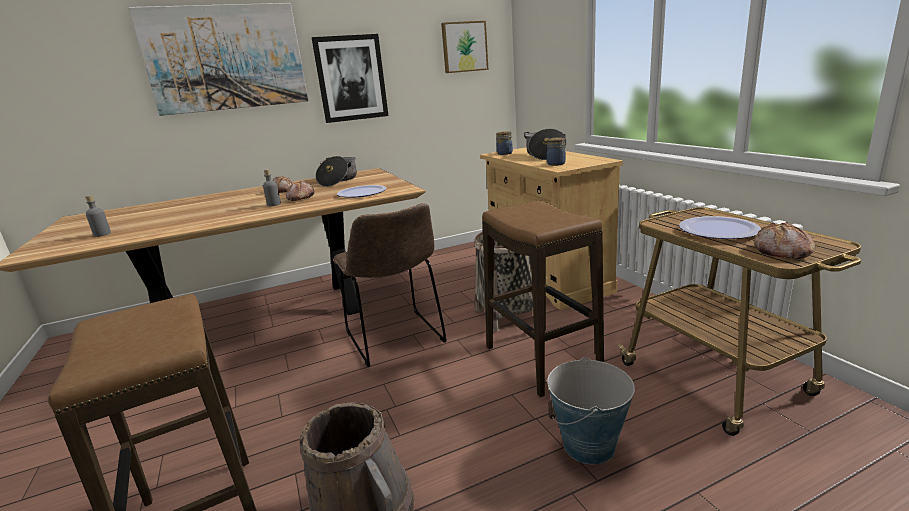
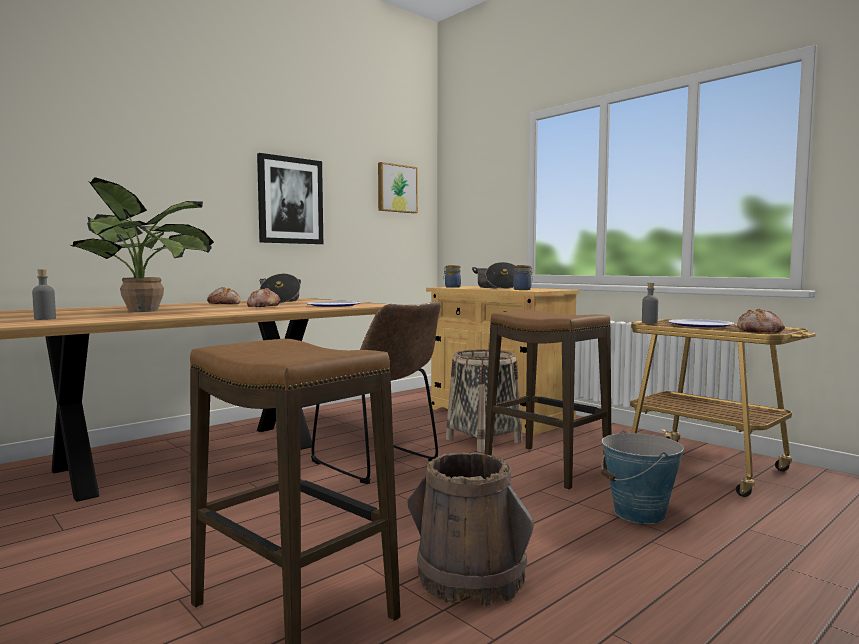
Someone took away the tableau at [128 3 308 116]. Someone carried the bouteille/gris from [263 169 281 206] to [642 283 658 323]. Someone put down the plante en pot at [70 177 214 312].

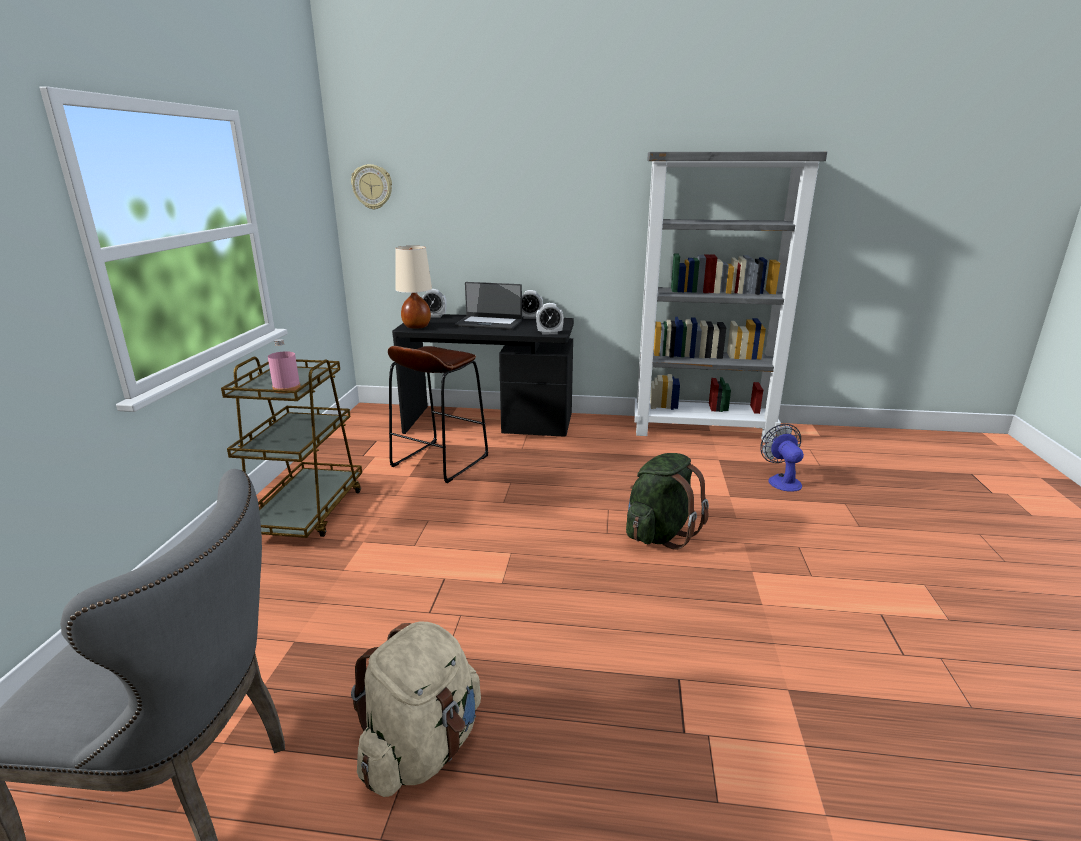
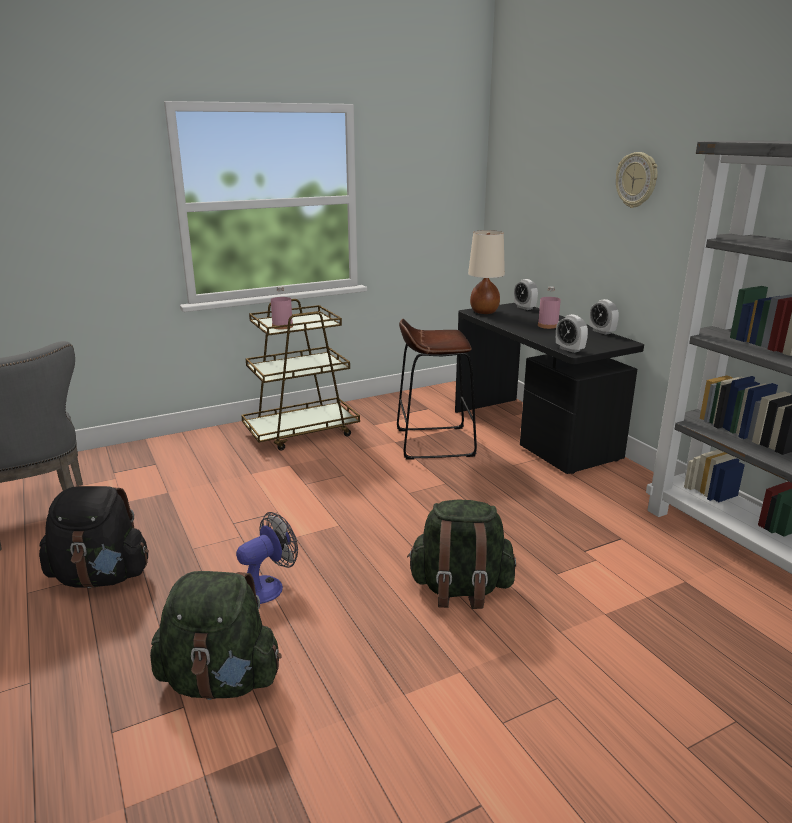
Someone carried the horloge murale from [351 164 392 210] to [616 152 658 208]. Someone swapped the ordinateur portable at [455 282 522 330] for the bouteille/rose at [538 286 561 329]. Someone carried the ventilateur from [760 424 804 492] to [236 512 298 604]. Someone repainted the sac à dos/beige at [351 621 481 797], which became the sac à dos/noir at [39 486 149 588]. Someone put down the sac à dos/vert at [150 571 282 700].

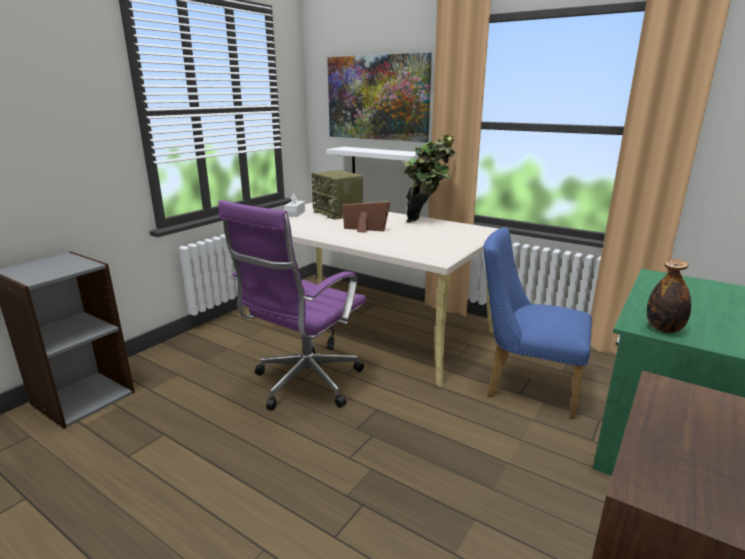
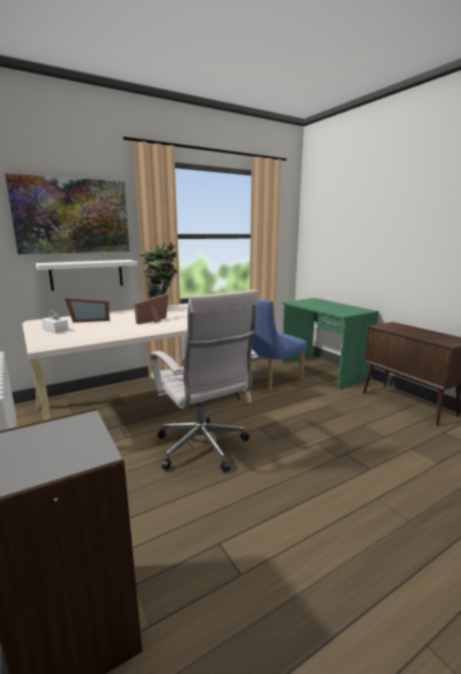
Someone swapped the radio at [312 170 363 220] for the cadre photo at [65 297 110 323]. Someone repainted the chaise de bureau/violet at [218 200 367 410], which became the chaise de bureau/blanc at [150 289 259 472]. Someone took away the bouteille at [647 259 691 333].

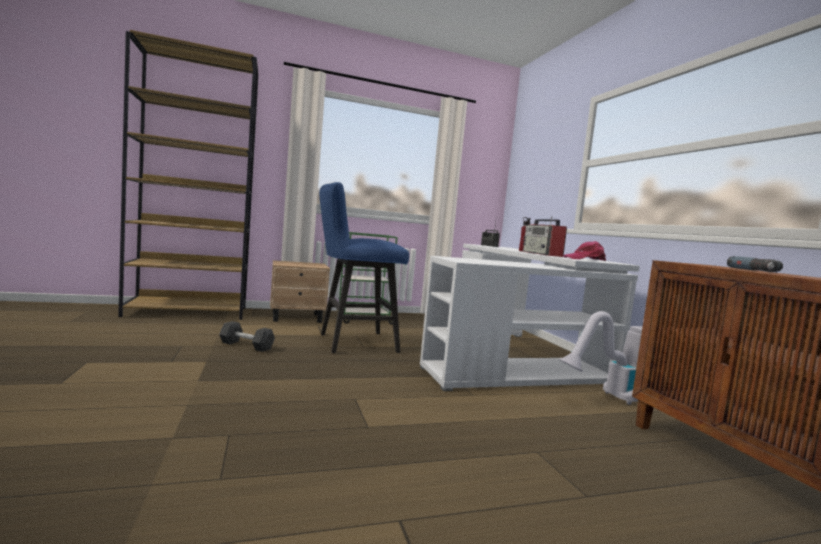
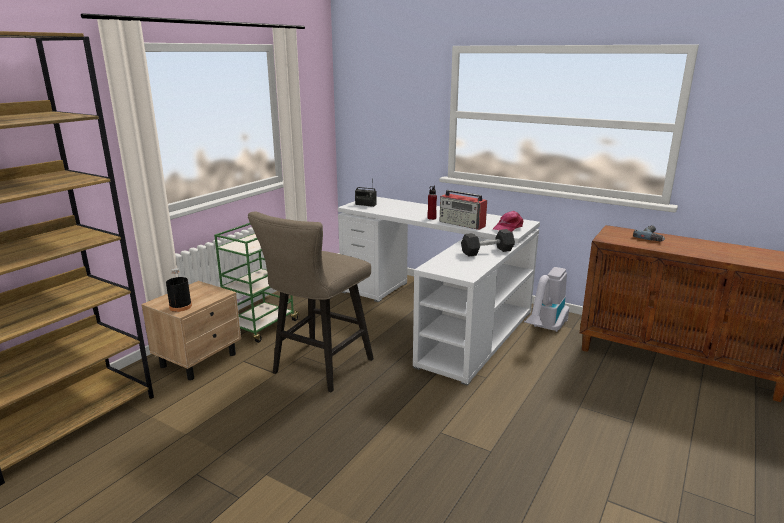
Someone repainted the tabouret/bleu at [319 182 409 353], which became the tabouret/beige at [248 211 374 392]. Someone carried the haltère/gris from [219 321 275 352] to [461 229 515 257]. Someone put down the bouteille/noir at [166 268 192 312].

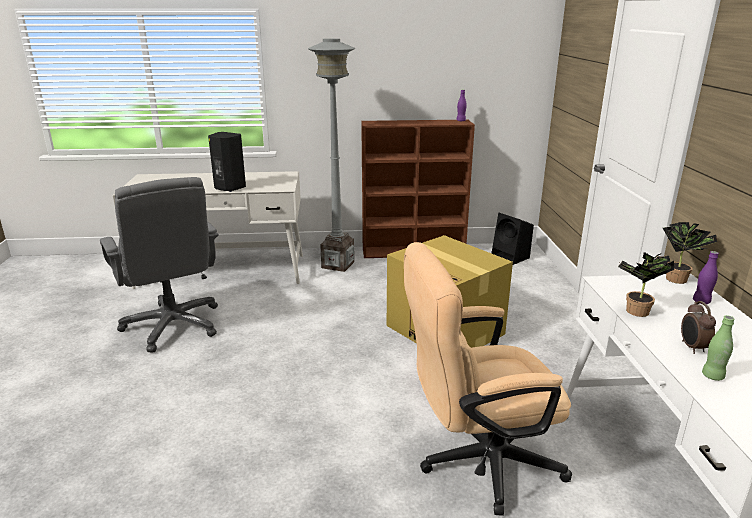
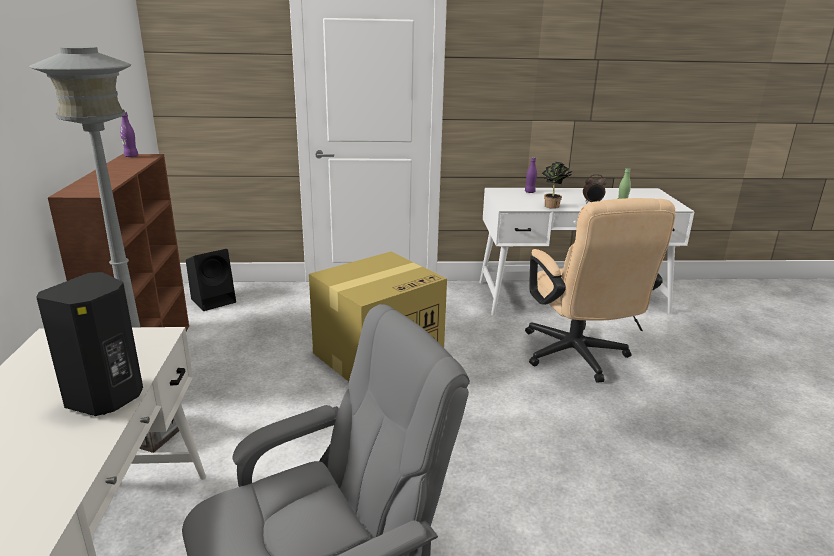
Someone took away the plante en pot at [663 222 717 284].

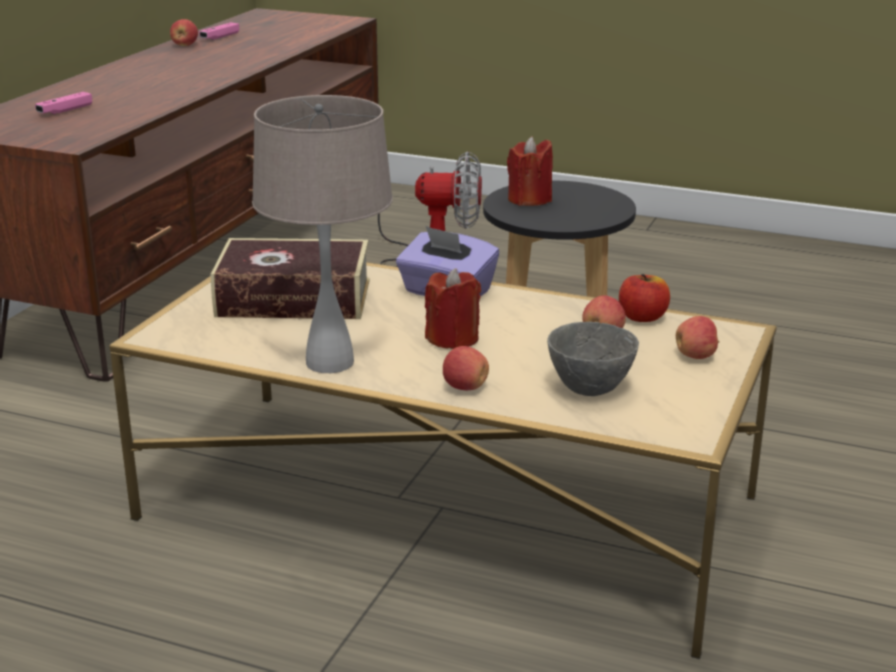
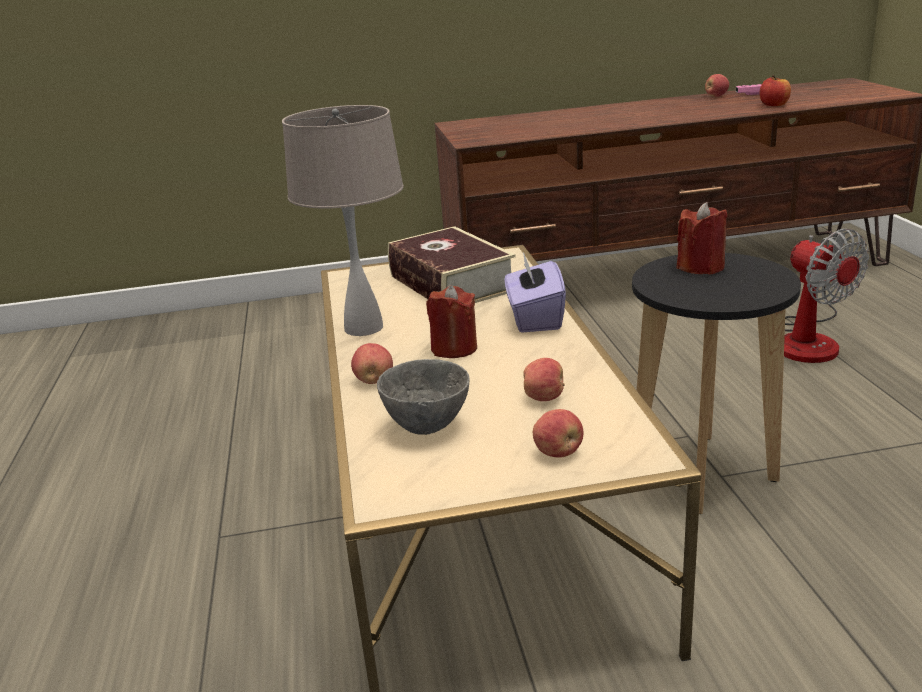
Someone took away the manette/rose at [35 92 92 114]. Someone carried the pomme from [619 274 670 322] to [760 75 791 106].

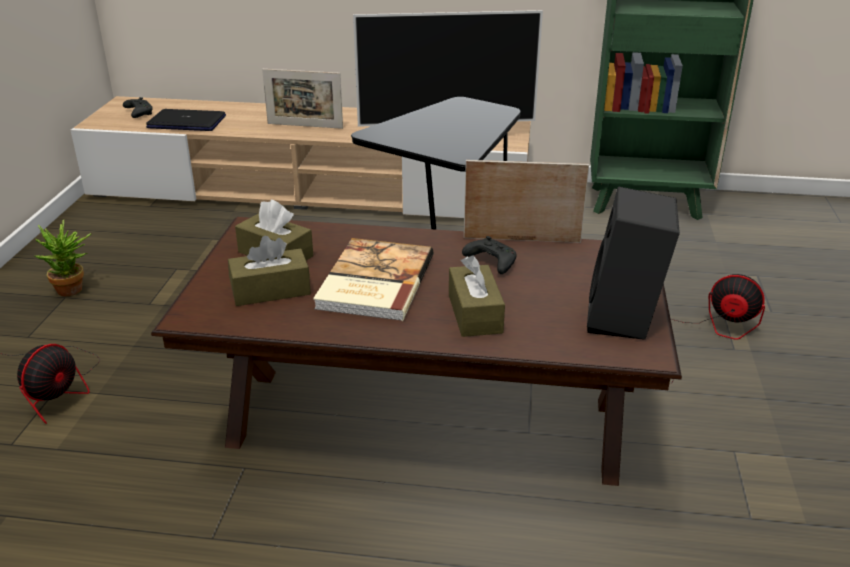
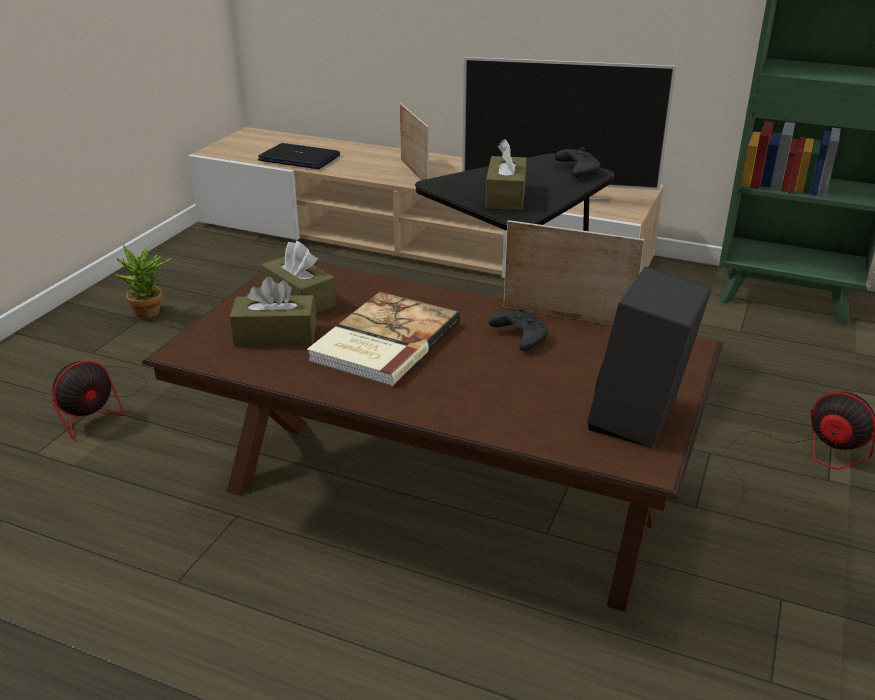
Someone rotated the cadre photo at [262 69 343 129] by 135 degrees counterclockwise. Someone carried the manette/noir from [123 97 153 118] to [555 147 600 177]. Someone carried the boîte à mouchoirs/marron from [449 255 505 337] to [485 139 527 210].

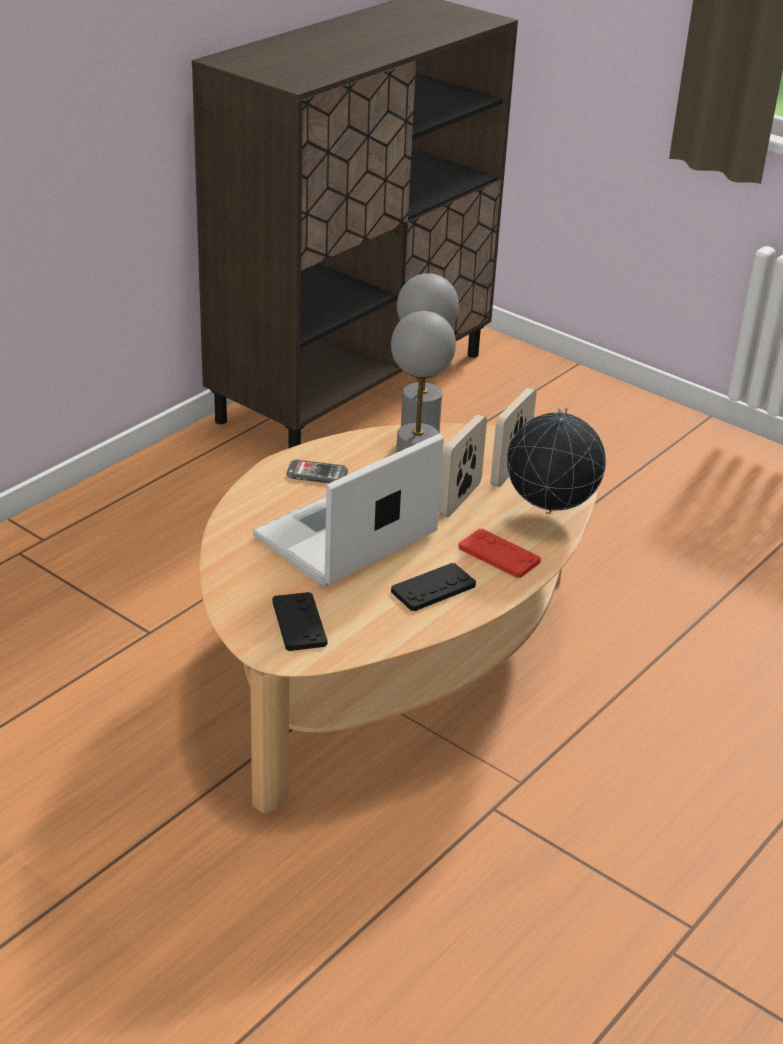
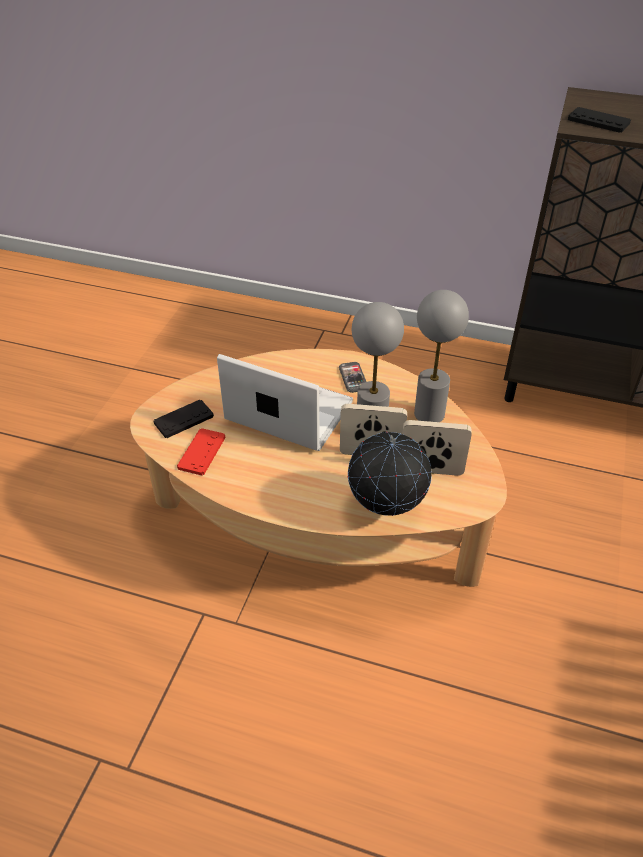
Someone carried the manette/rouge from [458 529 541 578] to [177 428 226 476]. Someone carried the manette/noir from [391 563 476 611] to [568 107 631 133].

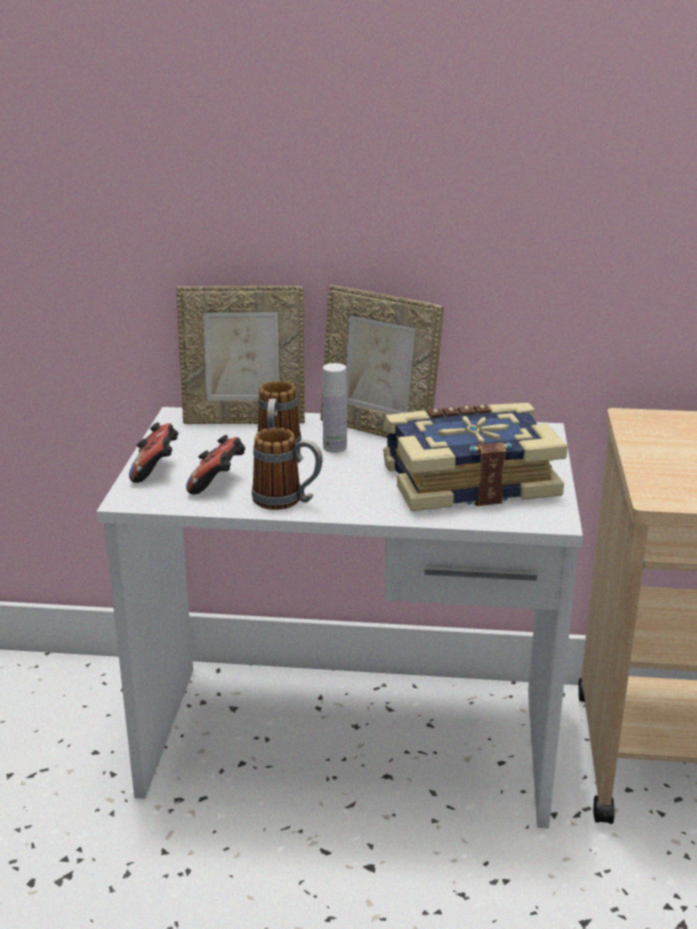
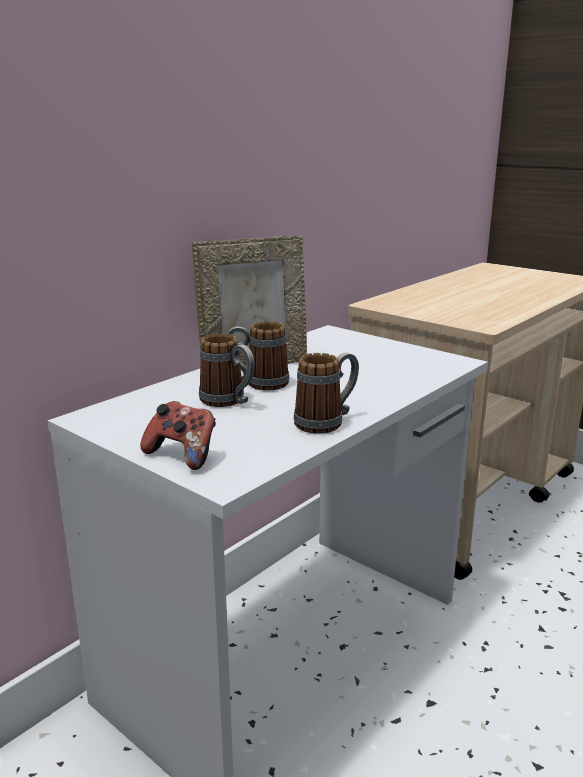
Someone took away the cadre photo at [176 286 305 424]. Someone swapped the bouteille/blanc at [322 363 347 453] for the mug at [227 321 289 391]. Someone took away the livre at [383 403 568 511]. Someone took away the manette at [186 435 246 495].

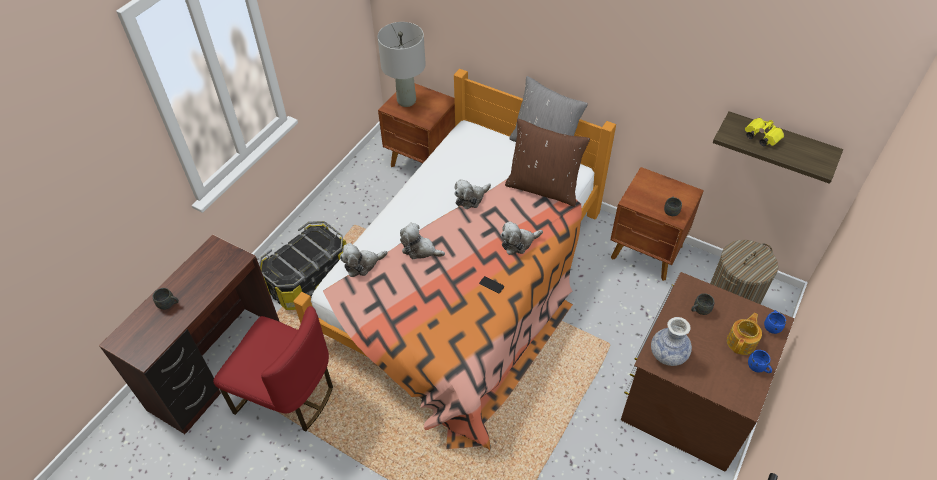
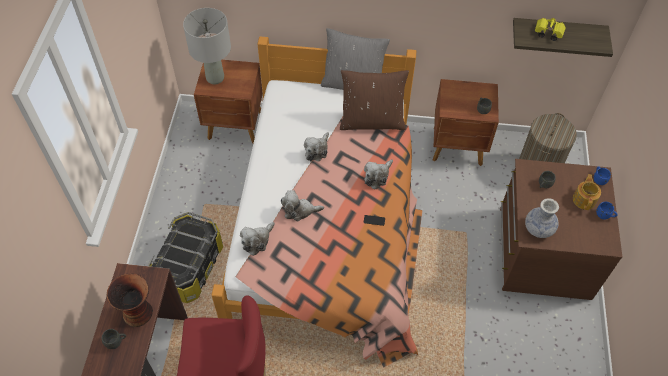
Someone put down the vase at [107 273 153 327].

